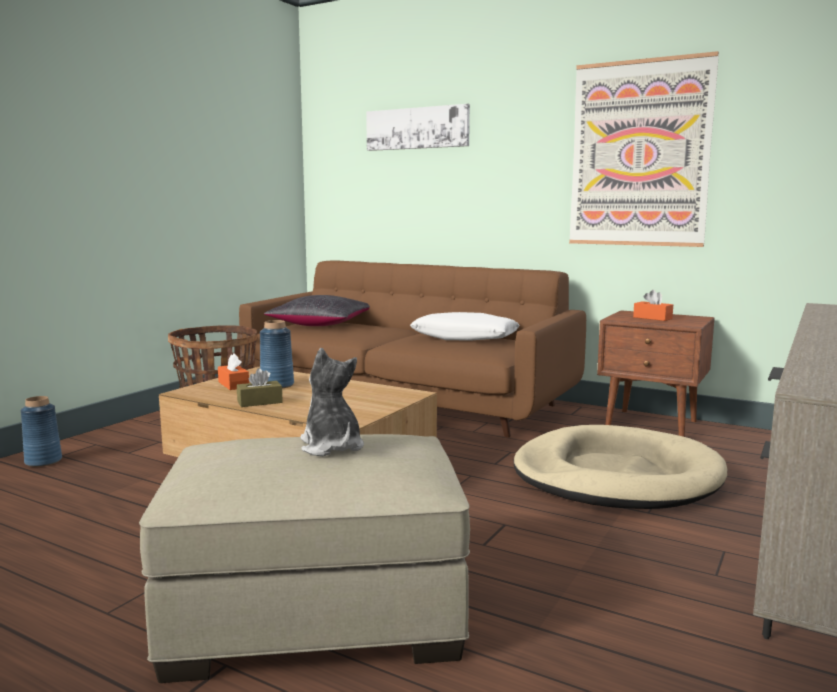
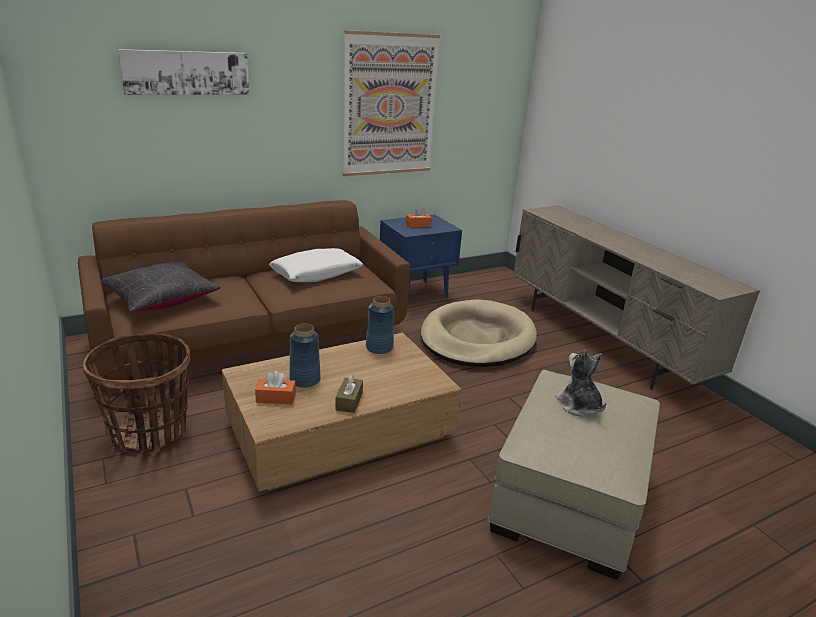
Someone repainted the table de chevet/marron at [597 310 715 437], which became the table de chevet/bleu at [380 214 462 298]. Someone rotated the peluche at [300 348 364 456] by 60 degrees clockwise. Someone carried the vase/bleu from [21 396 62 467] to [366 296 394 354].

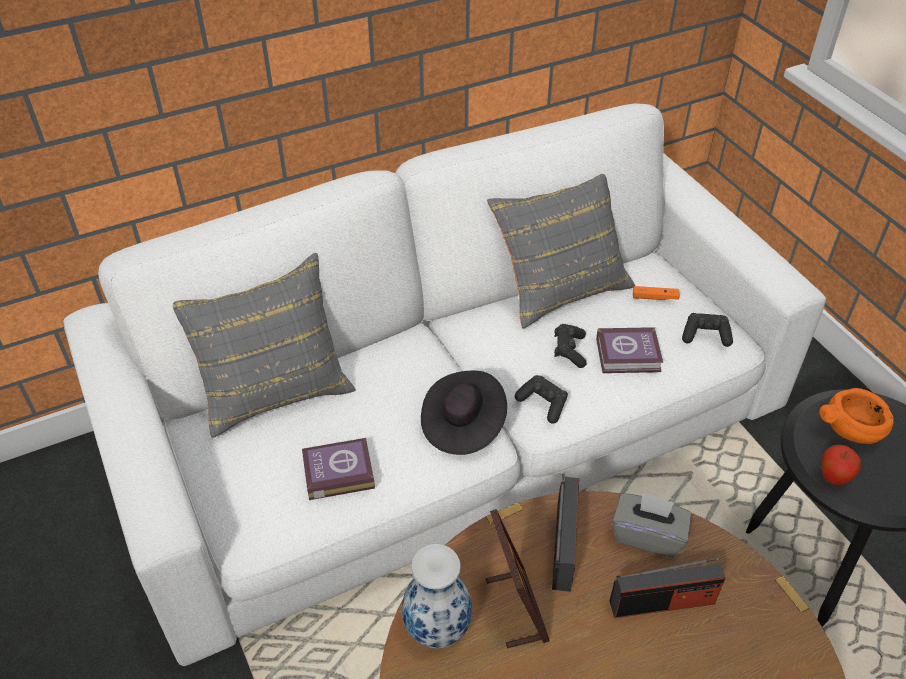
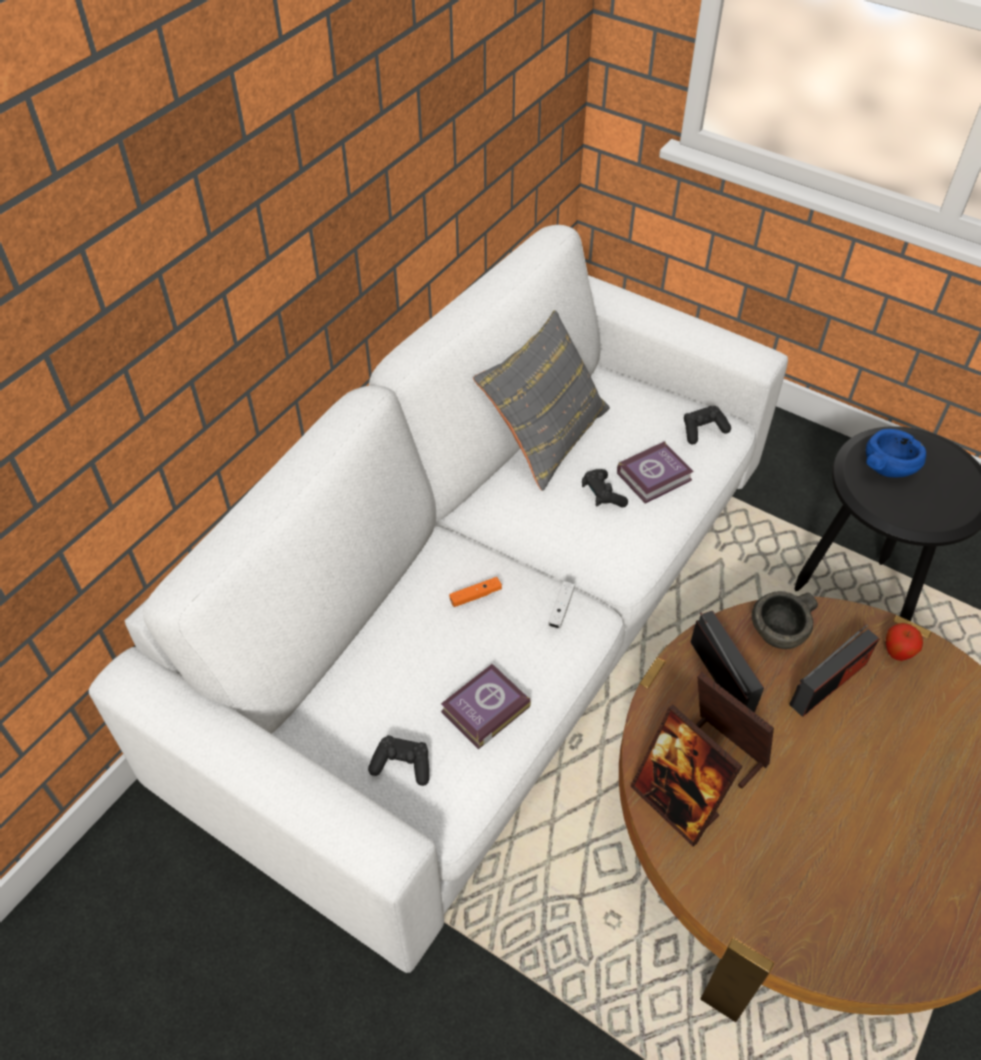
Someone took away the coussin/gris at [173 253 356 438]. Someone carried the manette/orange from [633 286 680 300] to [449 577 502 607]. Someone swapped the chapeau/noir at [421 371 507 455] for the manette/blanc at [548 581 575 629]. Someone carried the manette/noir from [515 375 568 424] to [368 735 429 786]. Someone repainted the bol/orange at [819 388 894 444], which became the bol/bleu at [866 429 926 478]. Someone carried the pomme from [821 445 861 485] to [886 623 923 661]. Someone swapped the boîte à mouchoirs/gris at [612 492 691 558] for the bol/gris at [752 591 818 649]. Someone swapped the vase at [402 544 472 649] for the cadre photo at [630 705 742 847].

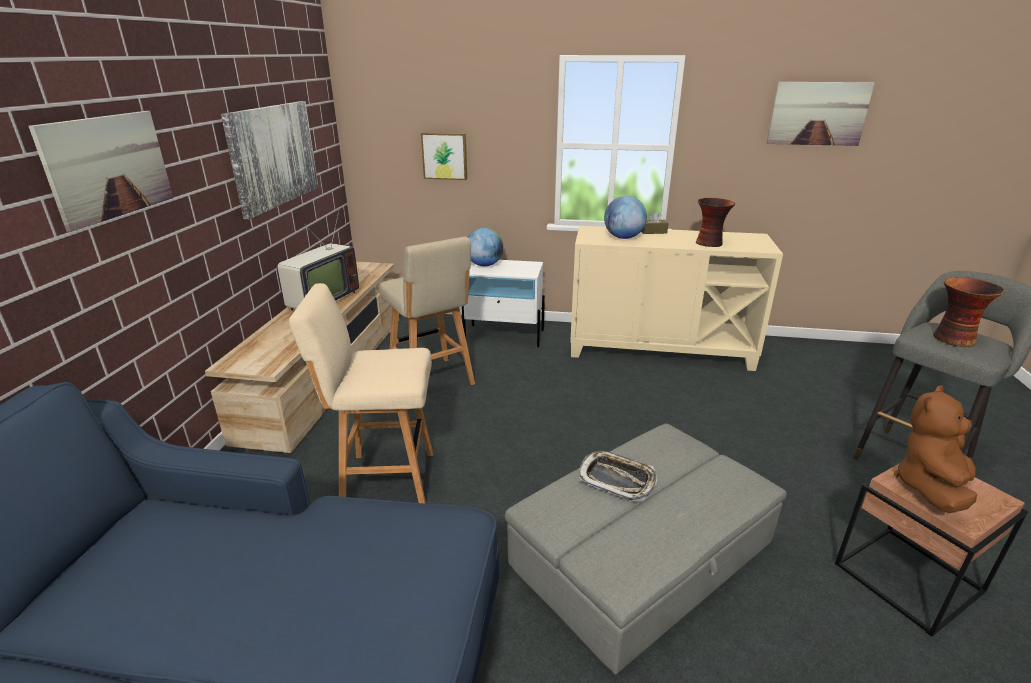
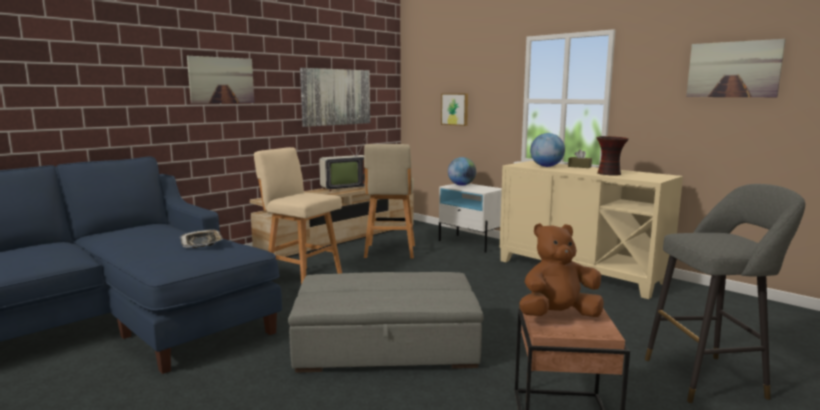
Someone took away the vase at [933 277 1005 347]. Someone carried the plateau from [579 451 657 501] to [180 230 223 248].

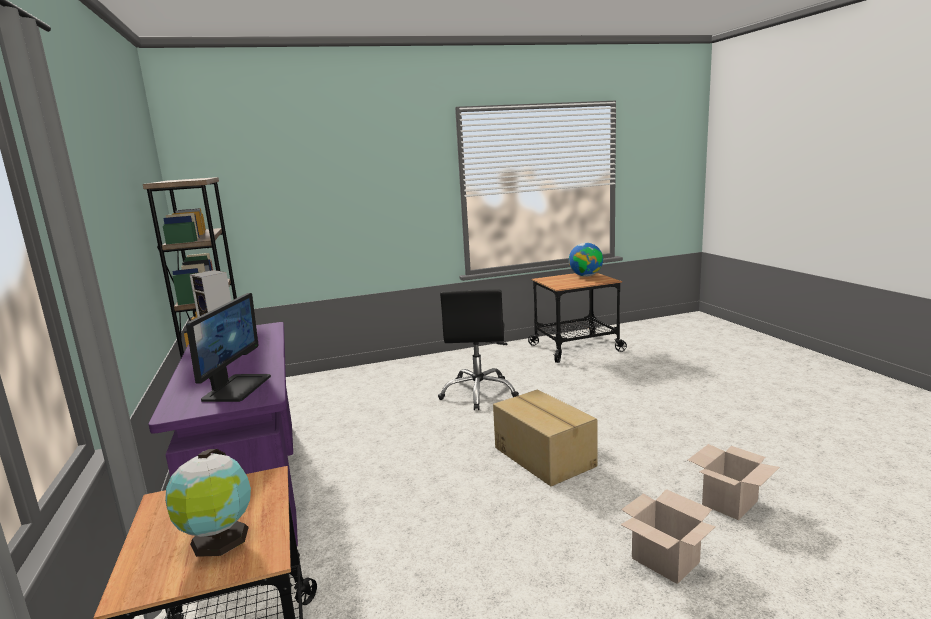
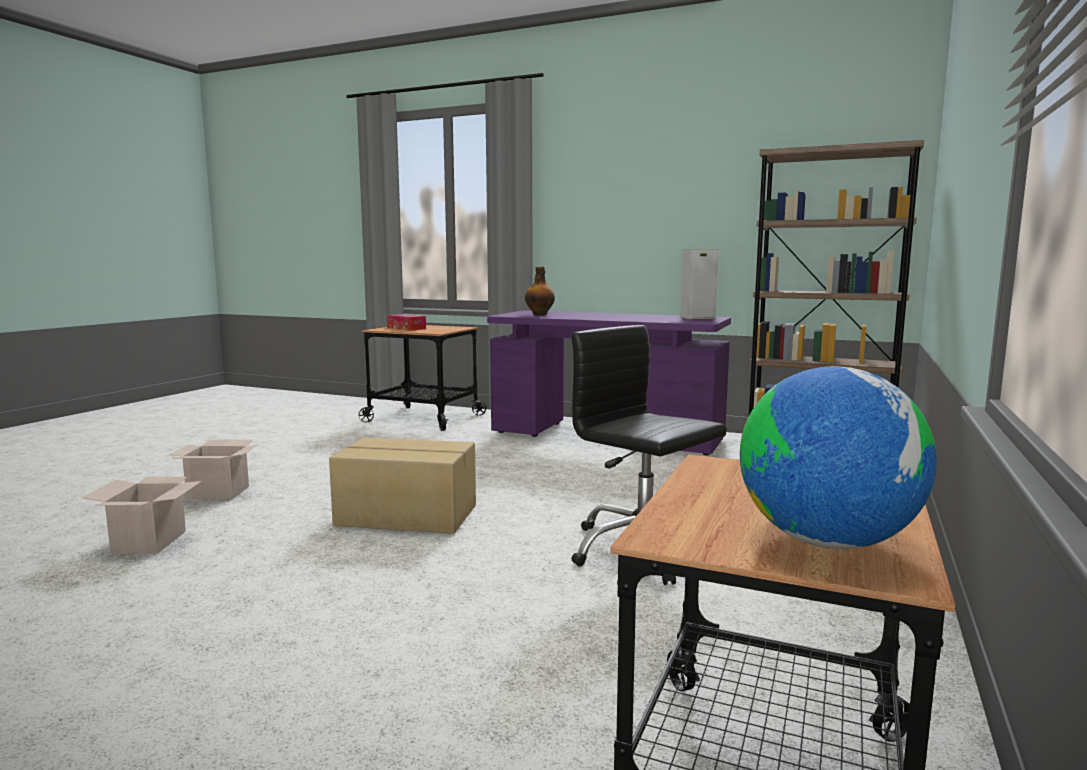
Someone swapped the écran d'ordinateur at [186 293 271 402] for the bouteille at [525 266 555 315]. Someone swapped the globe at [165 449 251 557] for the boîte à mouchoirs at [387 314 426 331].

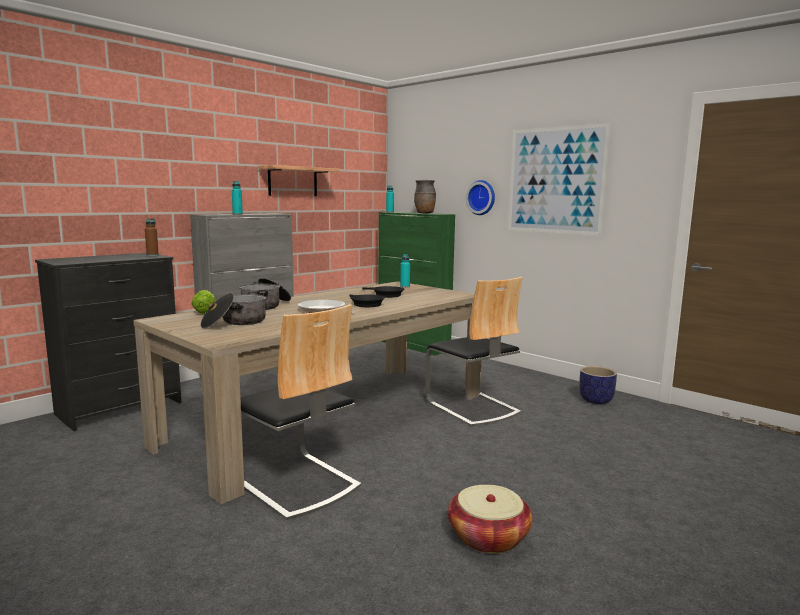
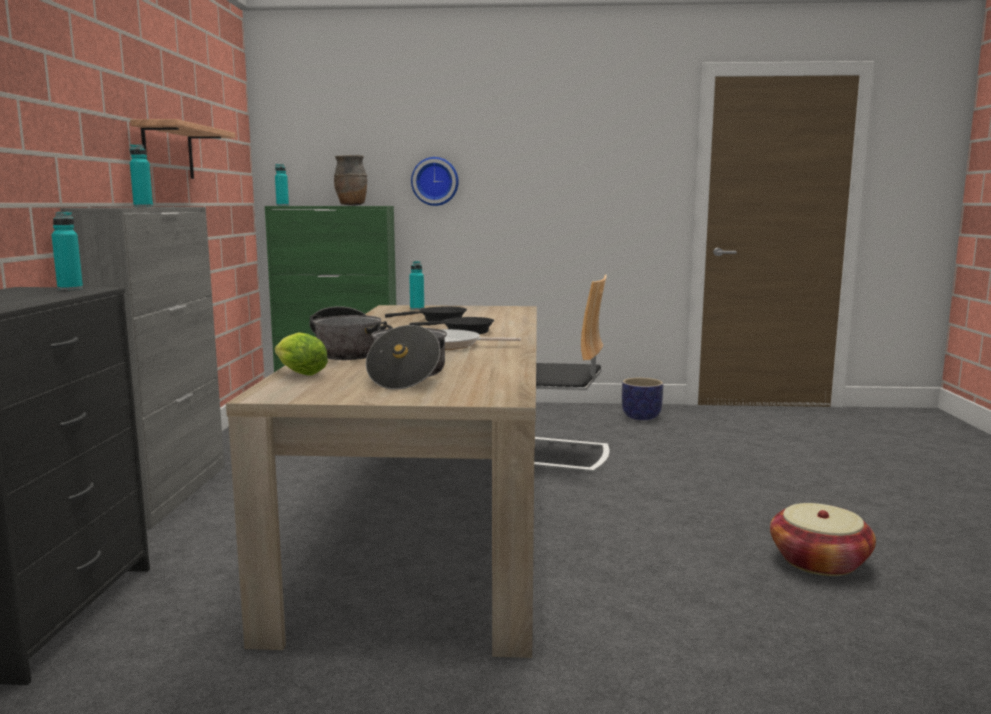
Someone took away the tableau at [508 123 611 236]. Someone repainted the bouteille/marron at [145 218 159 256], which became the bouteille/turquoise at [51 212 83 290]. Someone took away the chaise at [241 304 361 520].

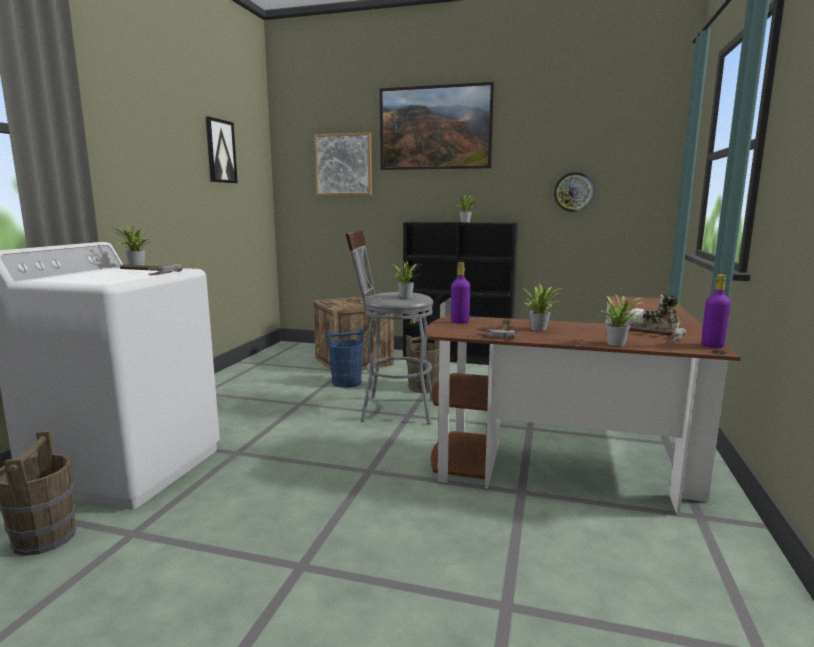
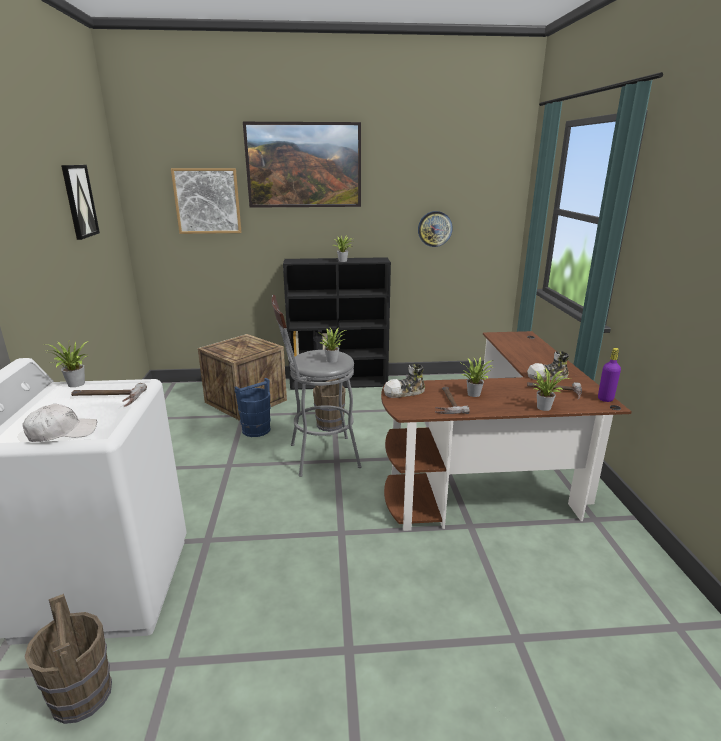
Someone swapped the bouteille/violet at [451 262 471 324] for the chaussure at [384 364 425 398]. Someone put down the casquette/blanc at [22 404 97 442].

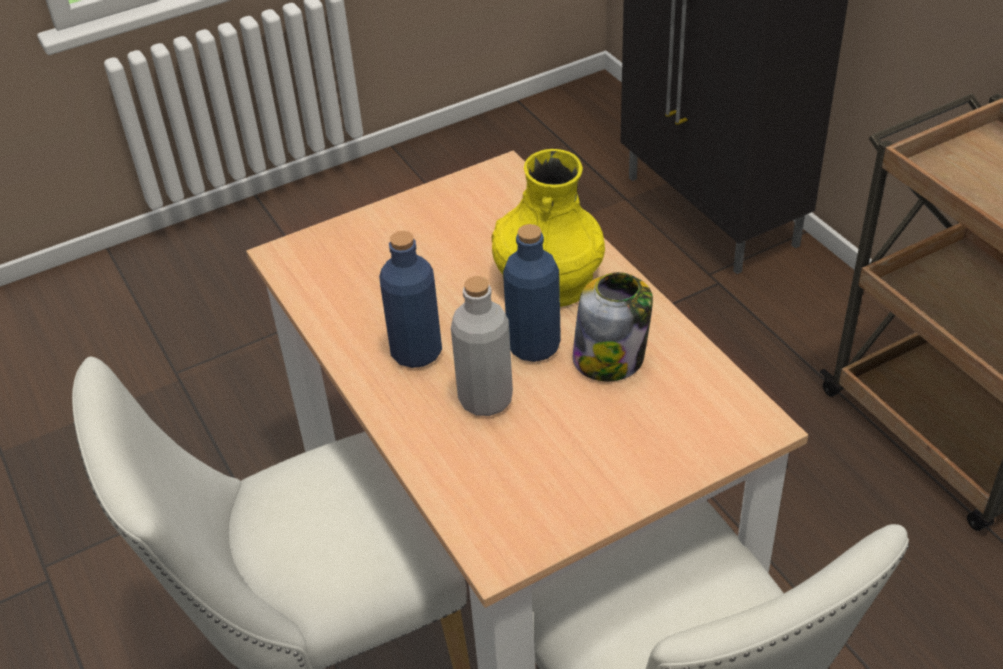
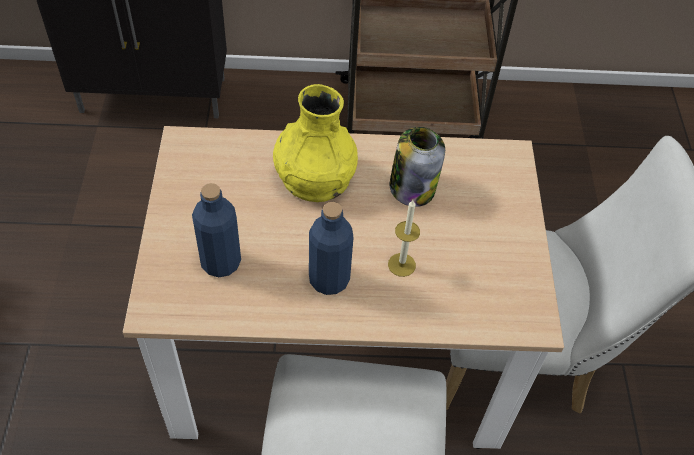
Someone carried the bouteille/bleu from [503 224 561 362] to [192 183 241 277]. Someone swapped the bouteille/gris at [451 276 513 416] for the bougie at [388 200 420 277].

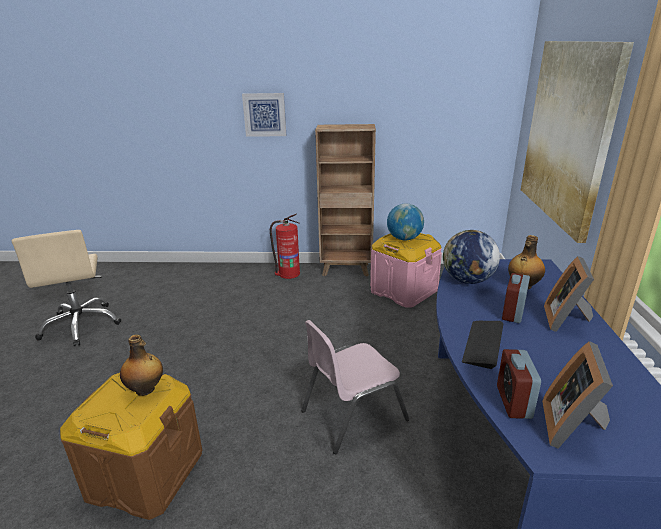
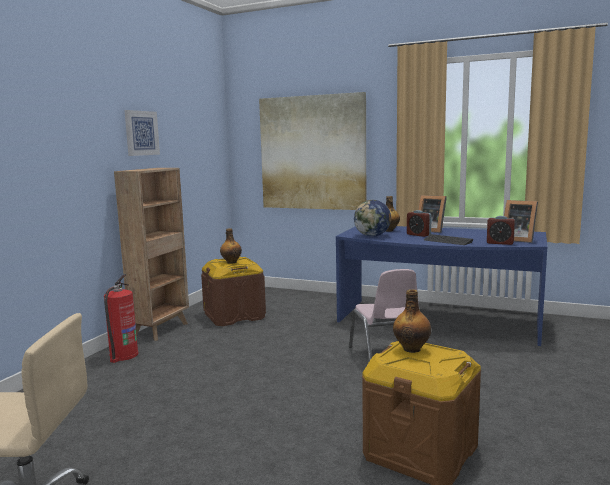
Someone carried the tableau from [242 93 286 137] to [124 110 160 156]. Someone swapped the globe at [387 203 424 240] for the bouteille at [220 228 242 264]. Someone repainted the boîte de rangement/rose at [370 233 442 308], which became the boîte de rangement/marron at [201 257 266 326].

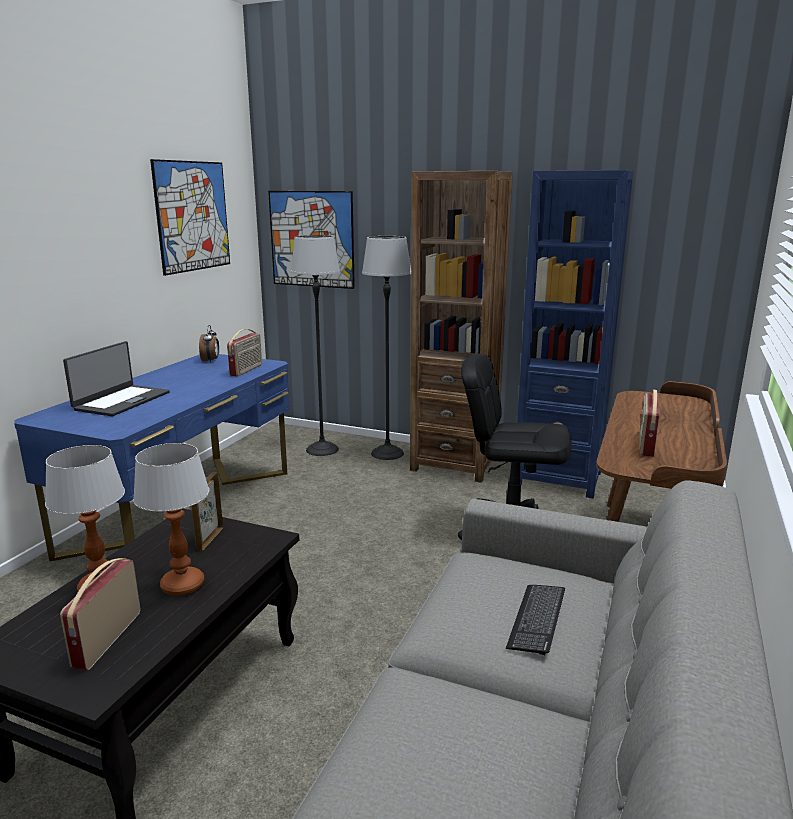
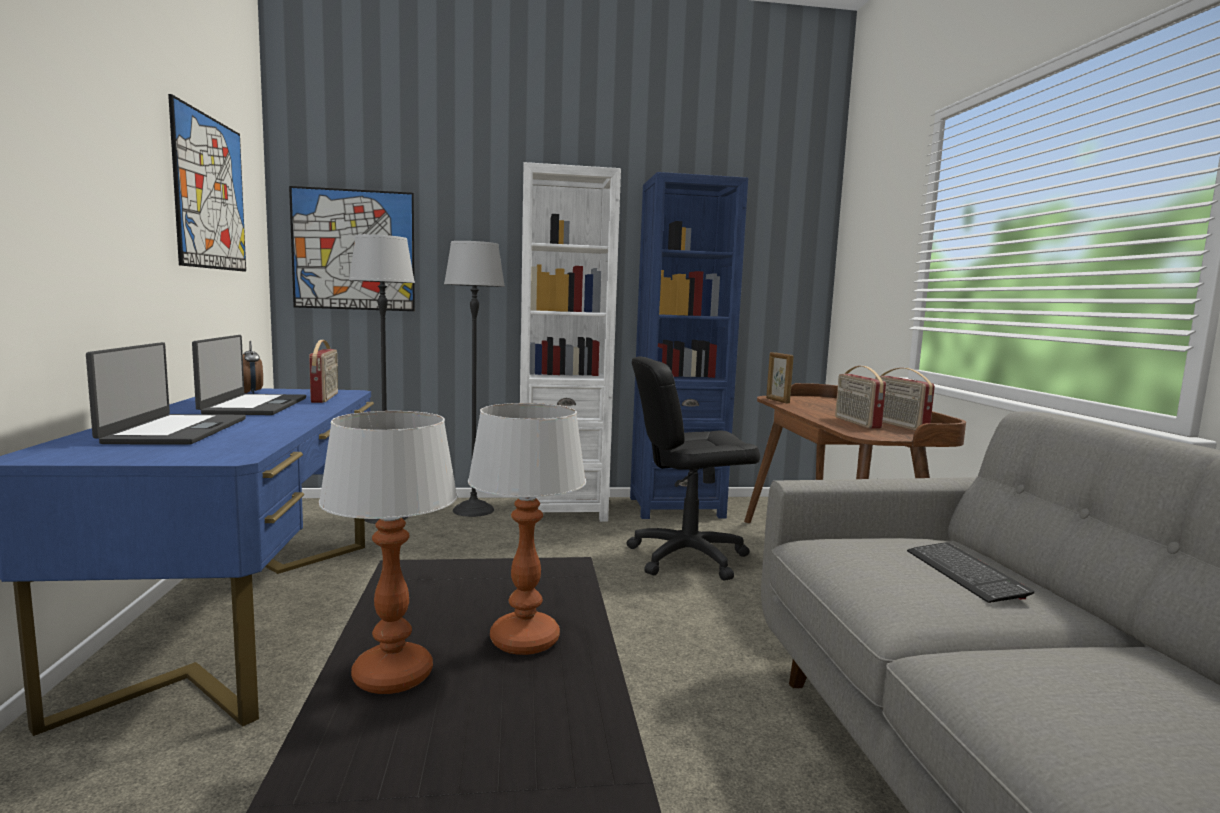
Someone repainted the bibliothèque/marron at [410 171 513 483], which became the bibliothèque/blanc at [518 162 621 522]. Someone carried the cadre photo from [191 472 223 551] to [766 352 794 403]. Someone carried the radio from [60 558 140 670] to [875 368 935 430]. Someone put down the ordinateur portable at [192 335 306 415].

